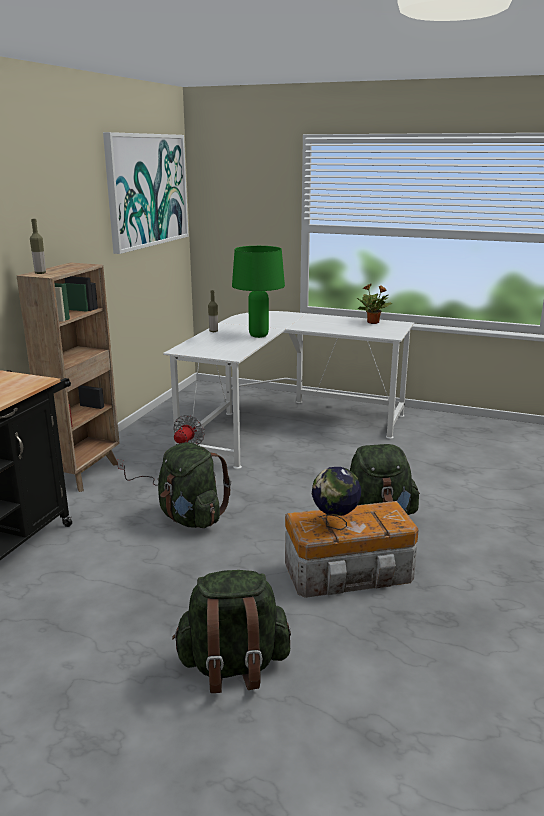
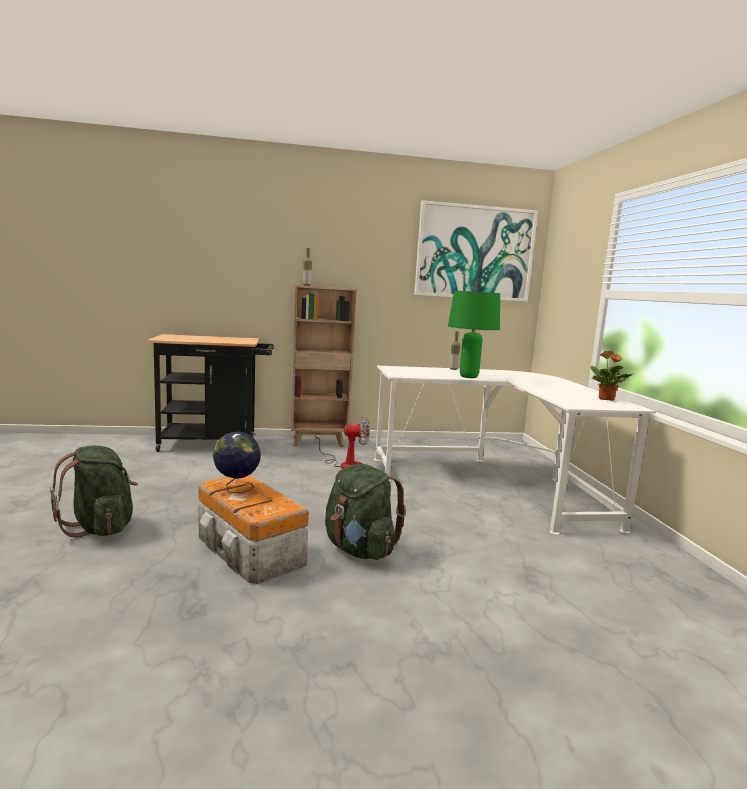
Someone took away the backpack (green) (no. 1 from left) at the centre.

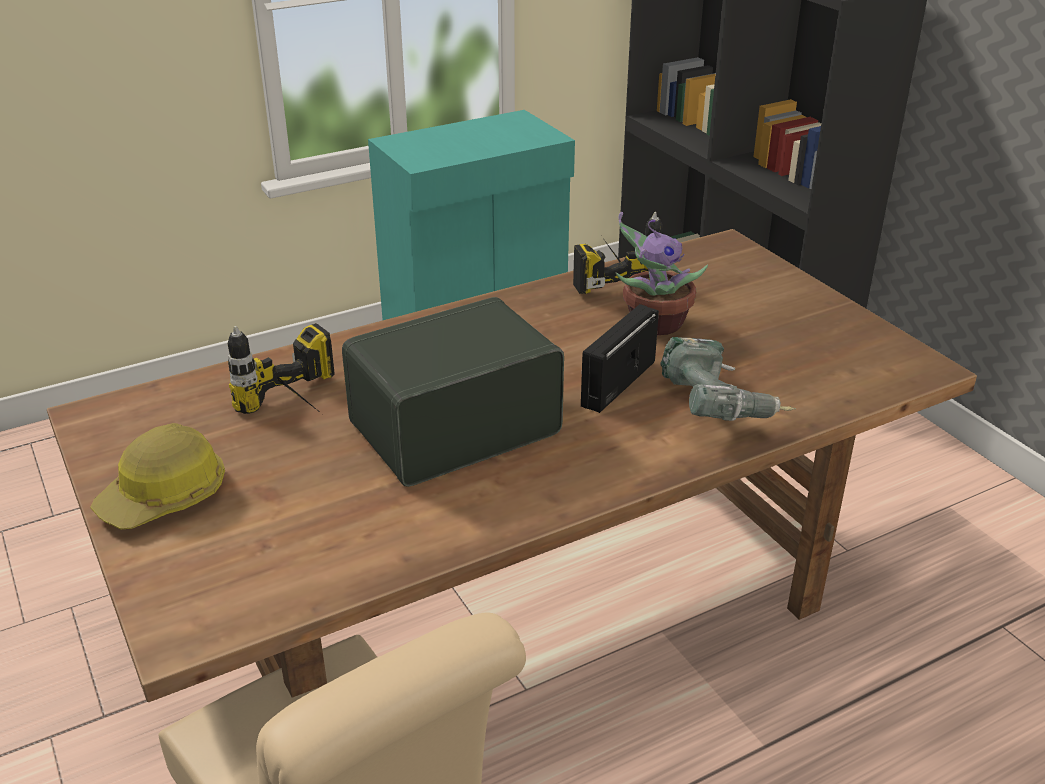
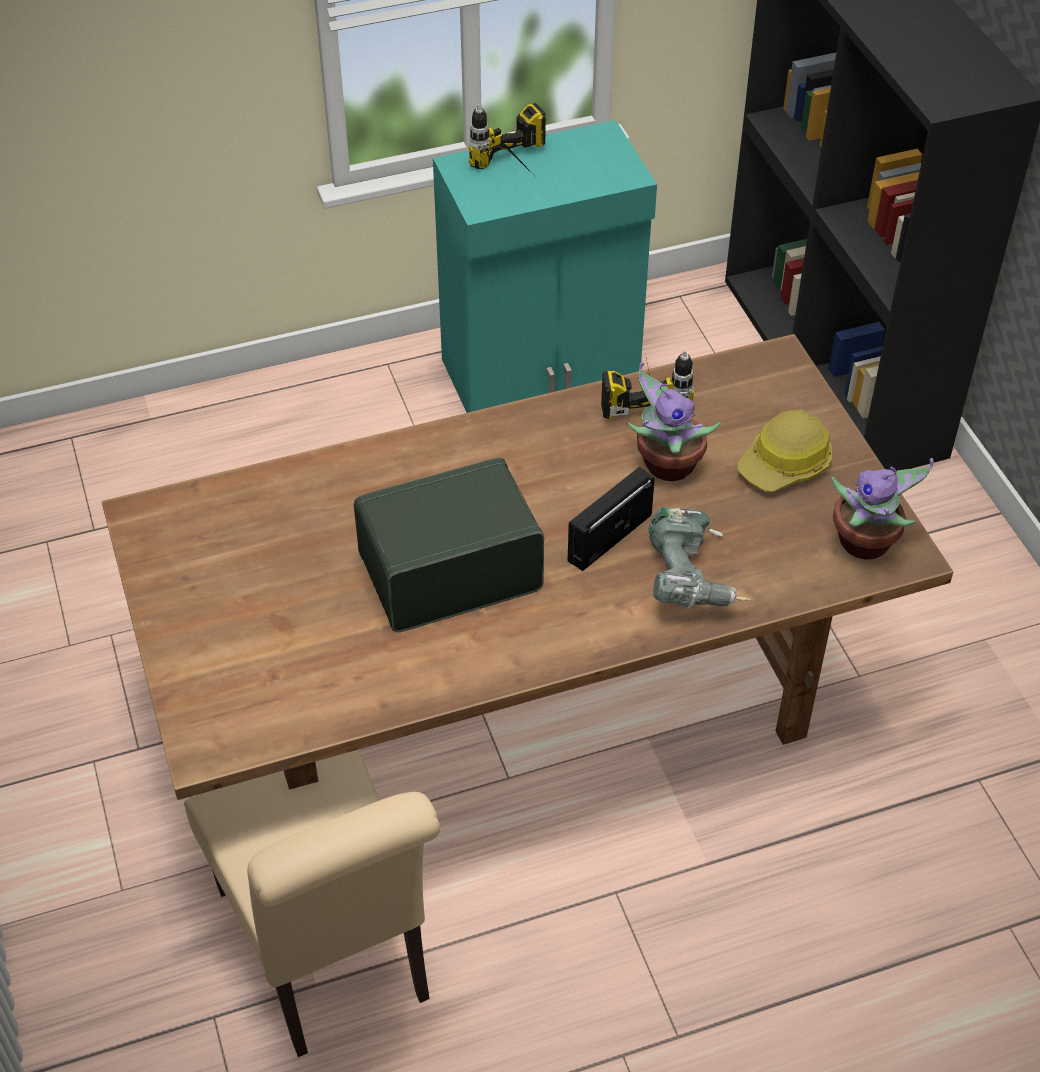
Someone carried the power drill (no. 1 from left) from the middle left to the top centre.
Someone carried the hard hat from the middle left to the middle right.
Someone put down the potted plant (no. 2 from left) at the middle right.

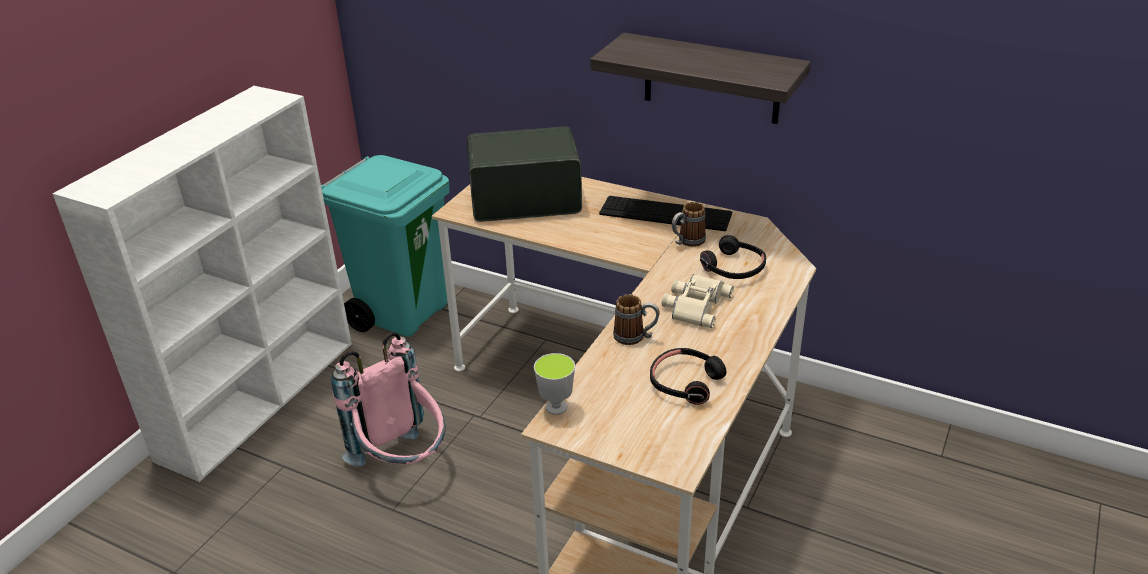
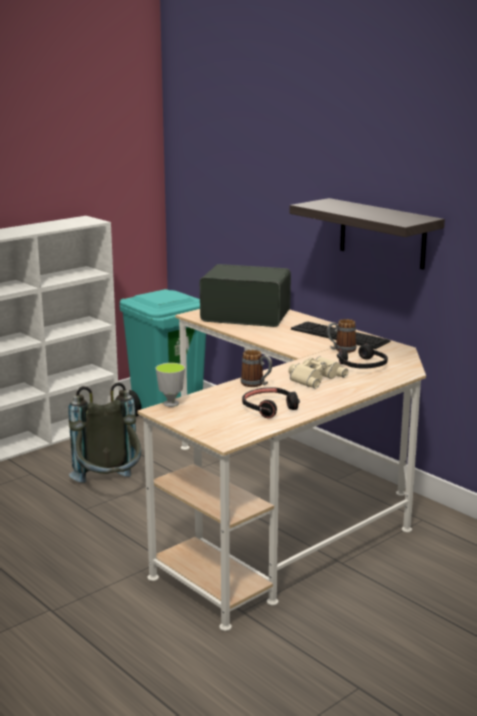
Someone repainted the backpack (pink) at the bottom centre, which became the backpack (grey) at the middle left.

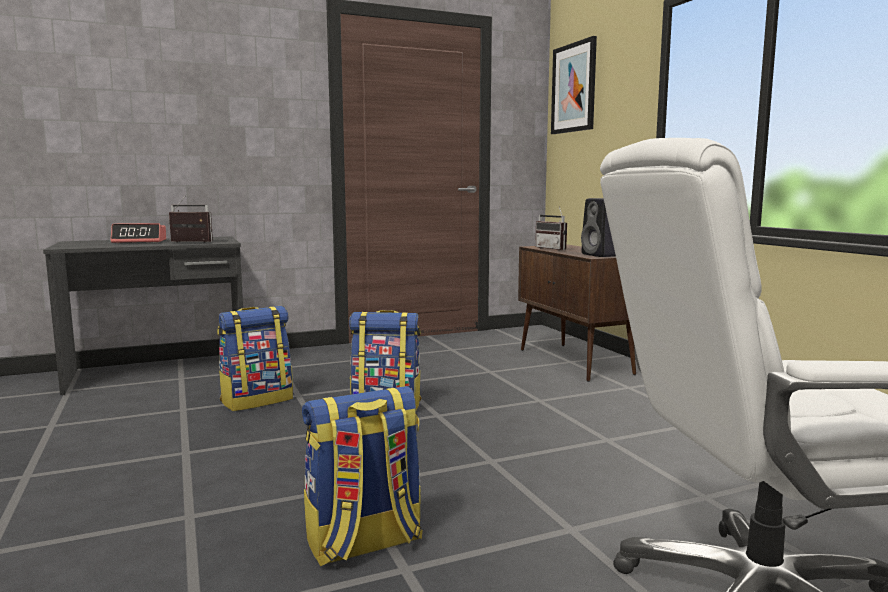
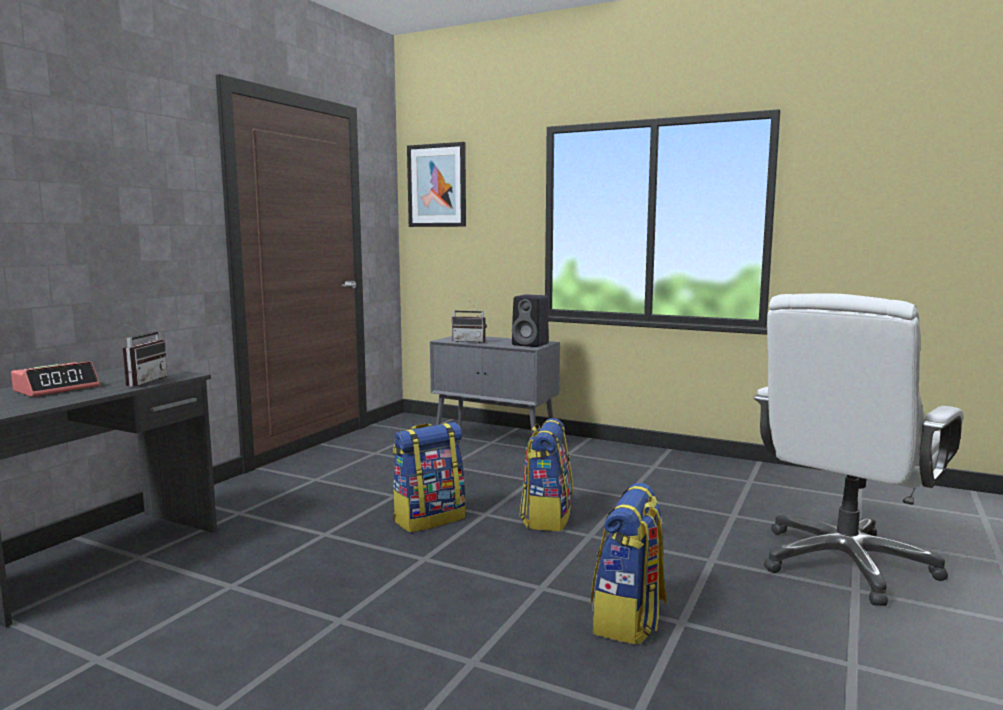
Someone rotated the radio (no. 1 from left) at the middle left by 135 degrees clockwise.
Someone repainted the cabinet (brown) at the centre, which became the cabinet (grey) at the centre.
Someone carried the backpack (no. 1 from left in the first image) from the middle left to the bottom centre.

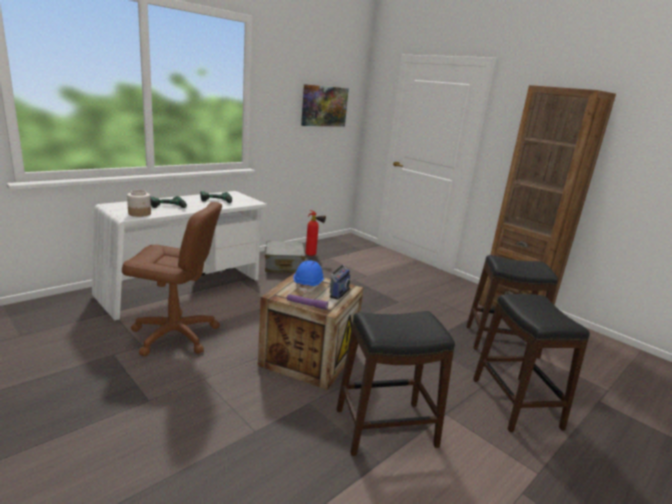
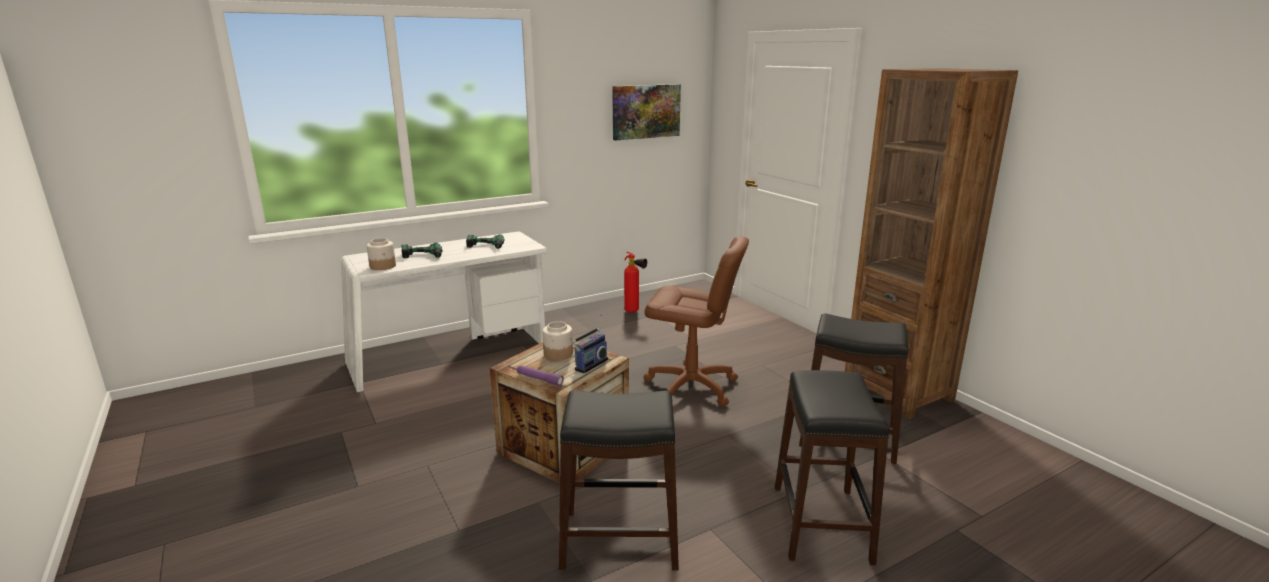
Someone swapped the hard hat (blue) at the centre for the jar (no. 2 from left) at the centre.
Someone carried the office chair (brown) from the middle left to the centre.
Someone took away the suitcase (grey) at the centre.

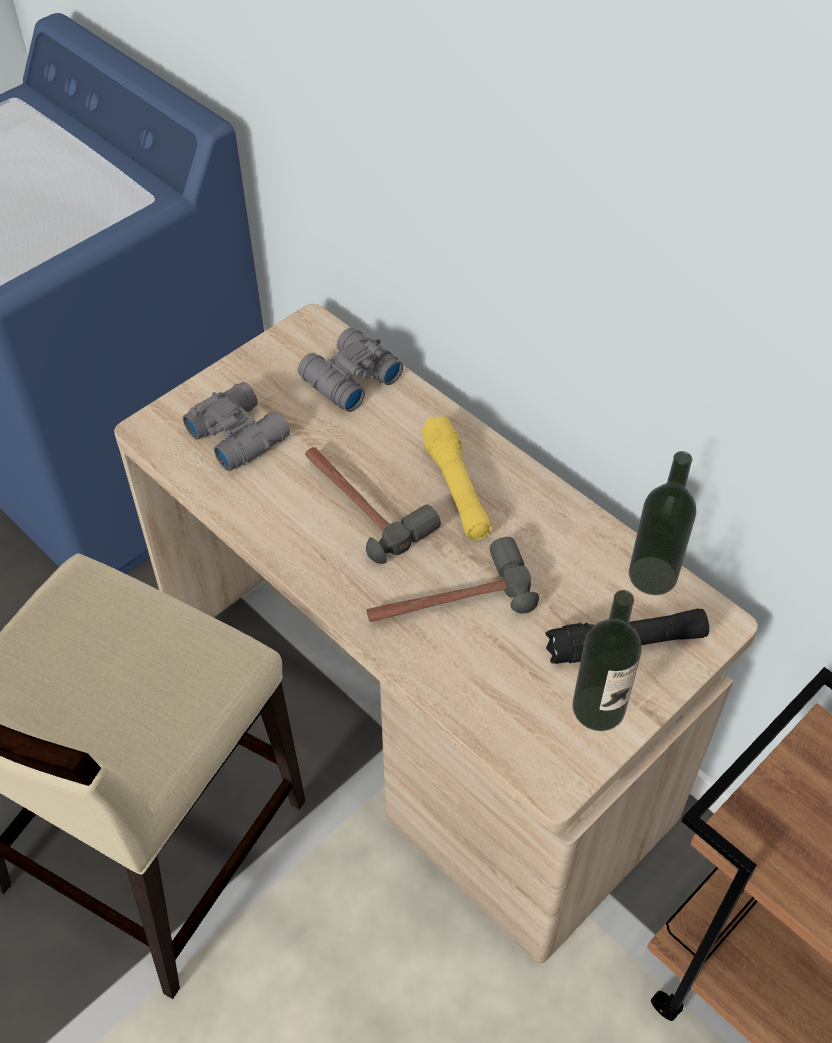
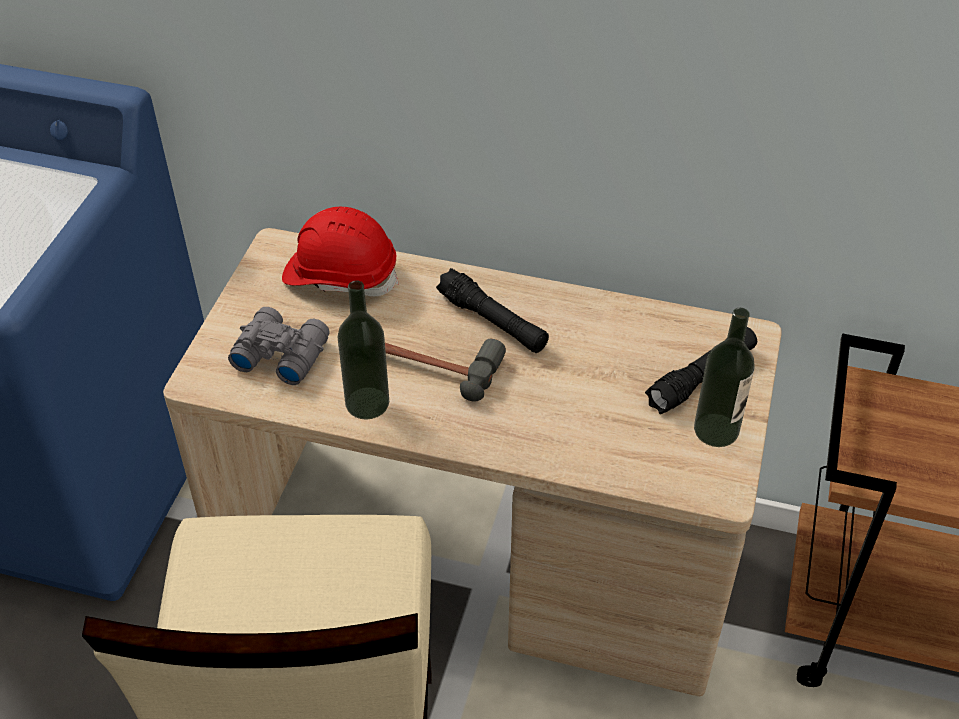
Someone swapped the binoculars (grey) (no. 2 from left) at the centre for the hard hat (red) at the centre.
Someone carried the bottle (no. 2 from left in the first image) from the middle right to the centre.
Someone repainted the flashlight (yellow) at the centre, which became the flashlight (black) (no. 1 from left) at the centre.
Someone took away the hammer (no. 2 from left) at the centre.

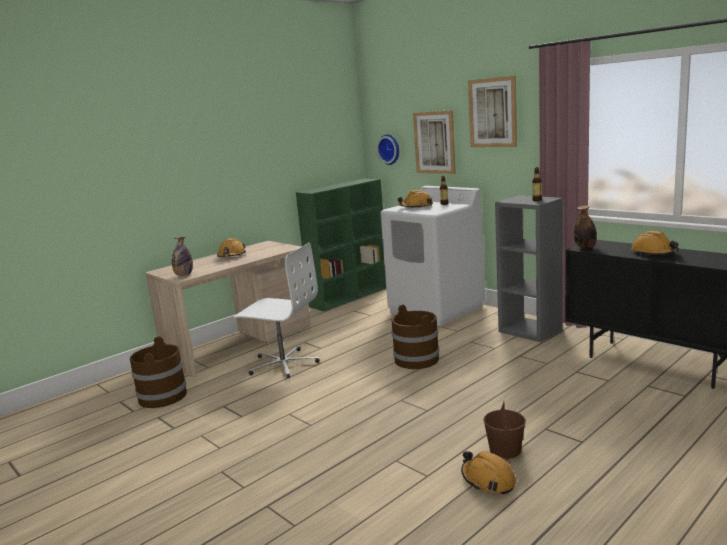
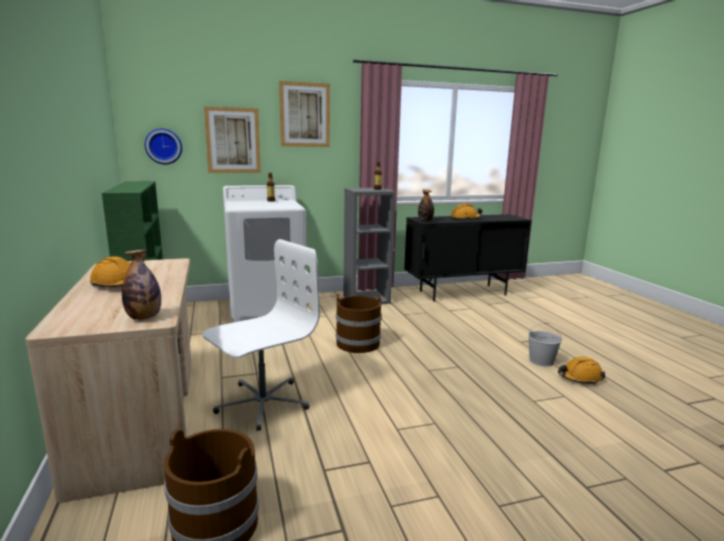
Someone repainted the bucket (brown) (no. 3 from left) at the bottom right, which became the bucket (white) at the middle right.
Someone took away the hard hat (orange) (no. 2 from left) at the centre.

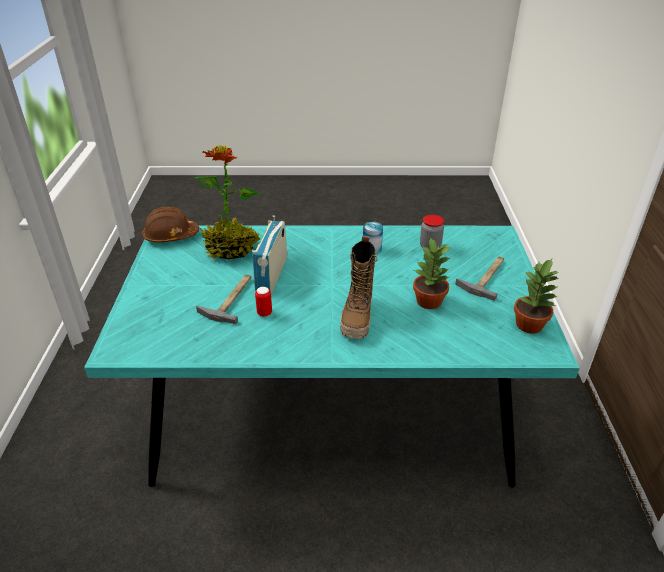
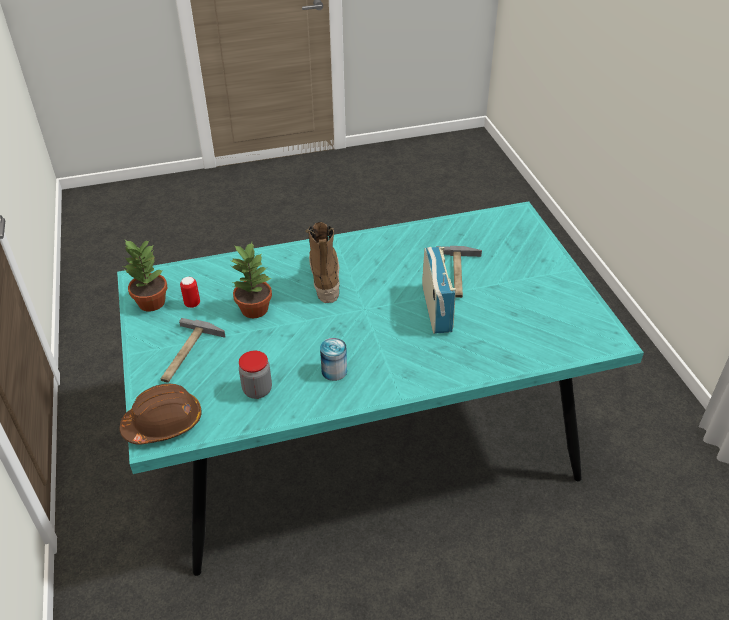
Someone carried the hard hat (brown) from the middle left to the bottom left.
Someone carried the can (no. 1 from left) from the centre to the middle left.
Someone took away the potted plant (no. 1 from left) at the centre.

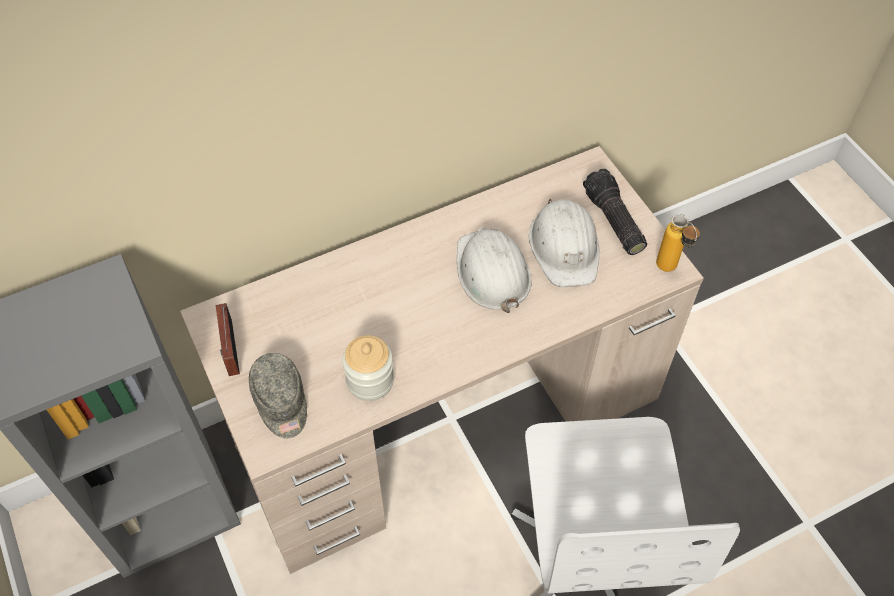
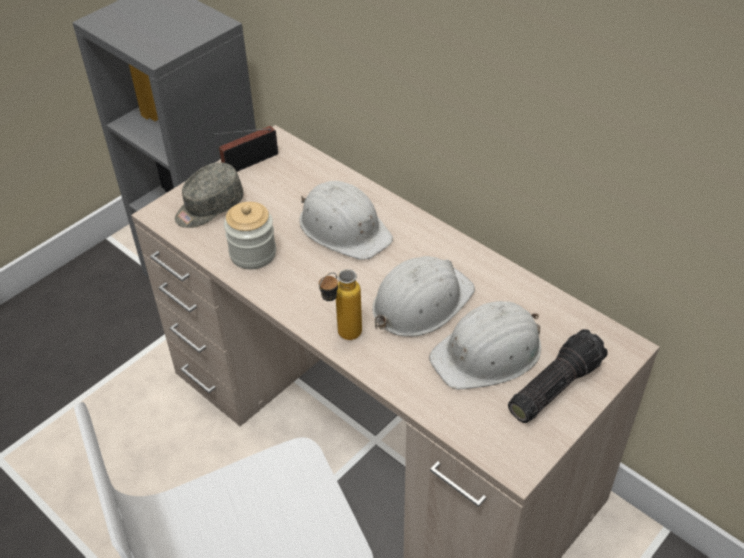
Someone put down the hard hat (white) (no. 1 from left) at the centre.
Someone carried the bottle from the middle right to the centre.

